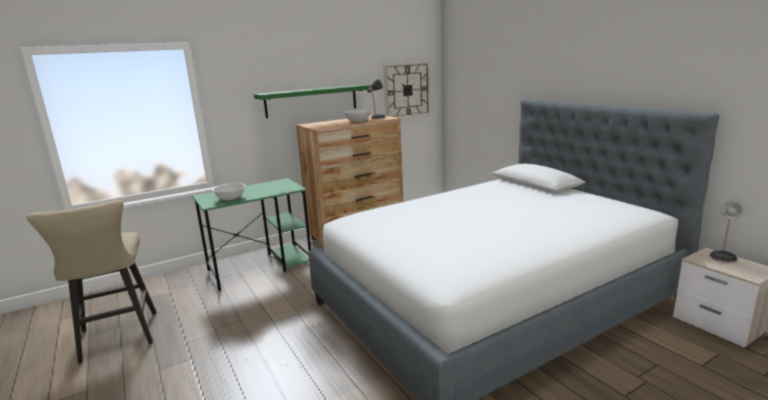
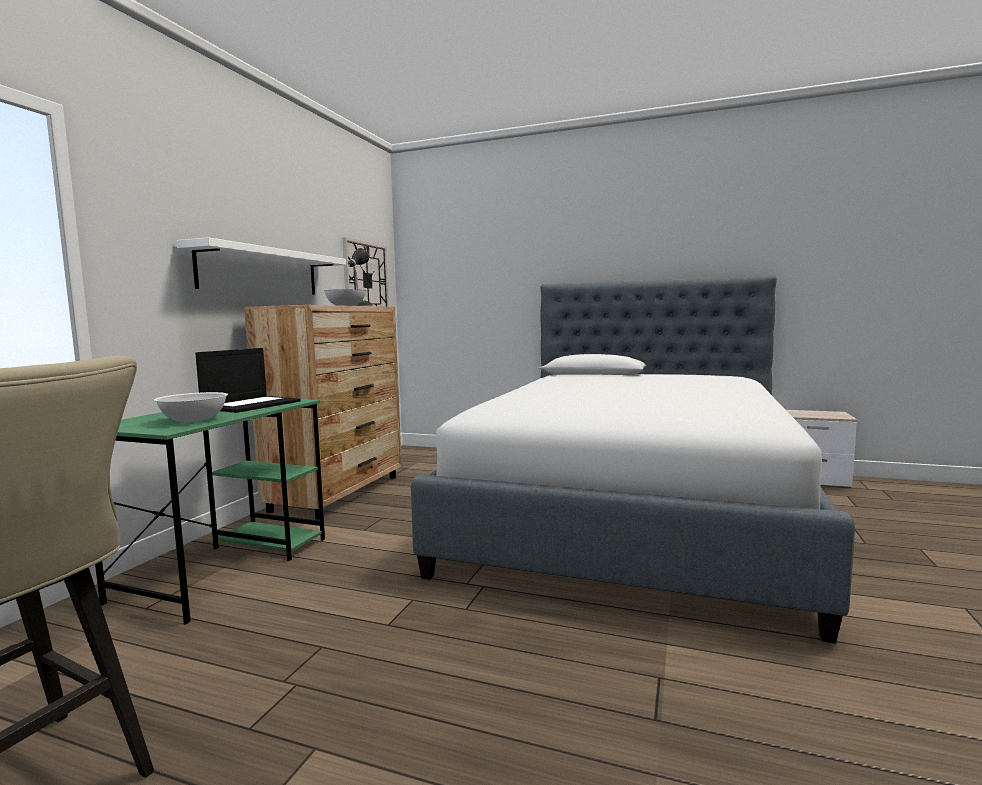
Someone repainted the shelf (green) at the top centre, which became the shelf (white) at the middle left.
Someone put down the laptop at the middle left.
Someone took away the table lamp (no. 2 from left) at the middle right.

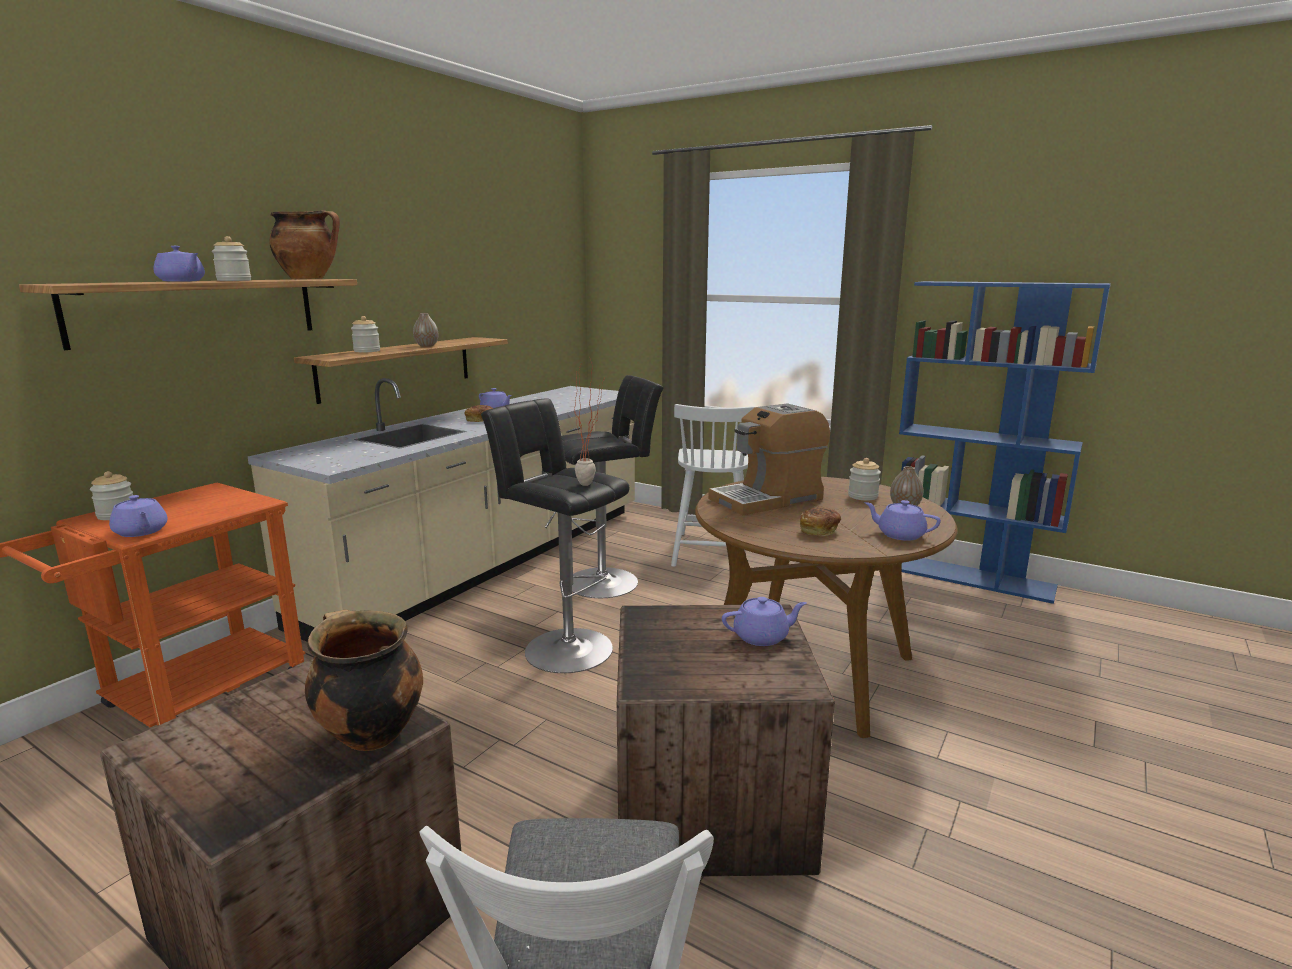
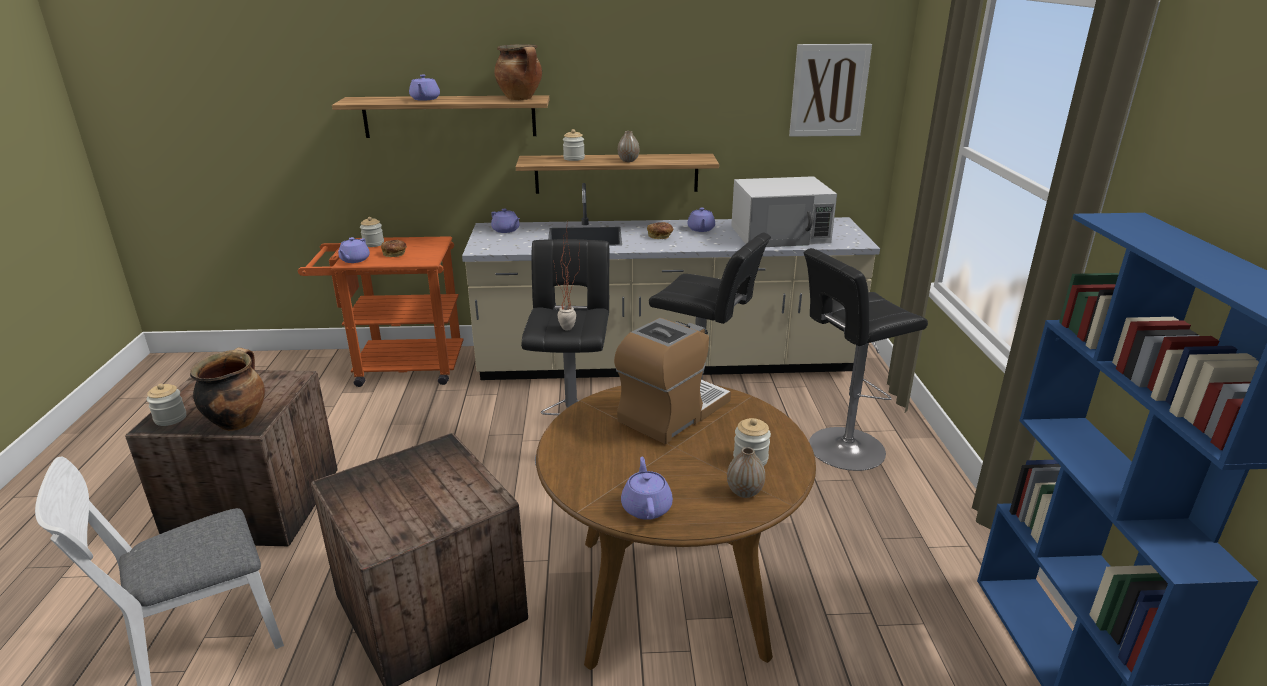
Someone carried the jar (no. 2 from left in the first image) from the top left to the middle left.
Someone carried the bread (no. 2 from left in the first image) from the centre to the middle left.
Someone carried the teapot (purple) (no. 4 from left in the first image) from the centre to the top centre.
Someone rotated the coffee machine at the centre by 105 degrees clockwise.
Someone put down the microwave (white) at the top centre.
Someone put up the picture at the top centre.
Someone swapped the chair (white) (no. 2 from left) at the centre for the stool (black) (no. 3 from left) at the middle right.

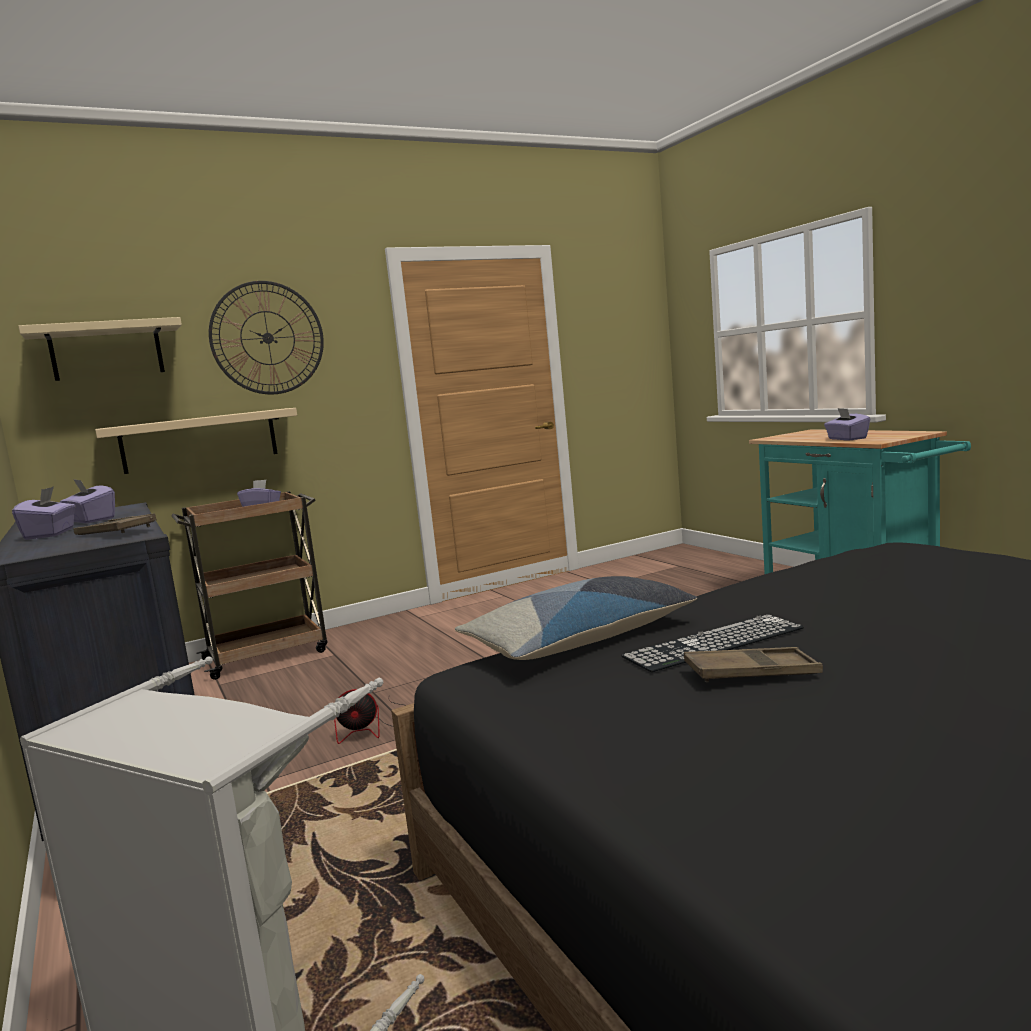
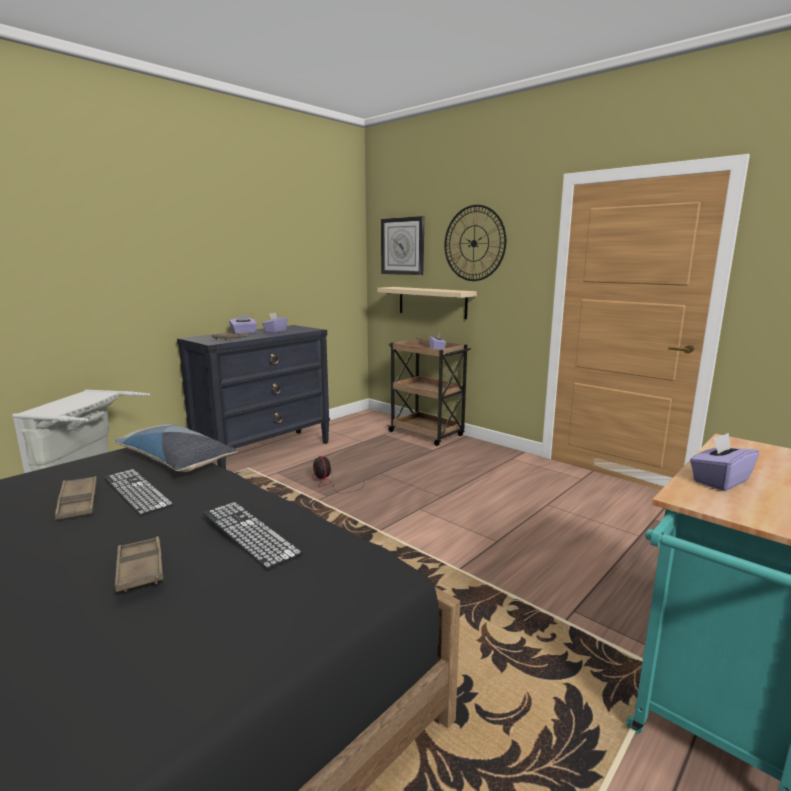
Someone put down the tray (brown) (no. 2 from left) at the bottom left.
Someone put down the keyboard (no. 2 from left) at the bottom left.
Someone swapped the shelf (beige) (no. 1 from left) at the middle left for the wall clock (no. 1 from left) at the top centre.

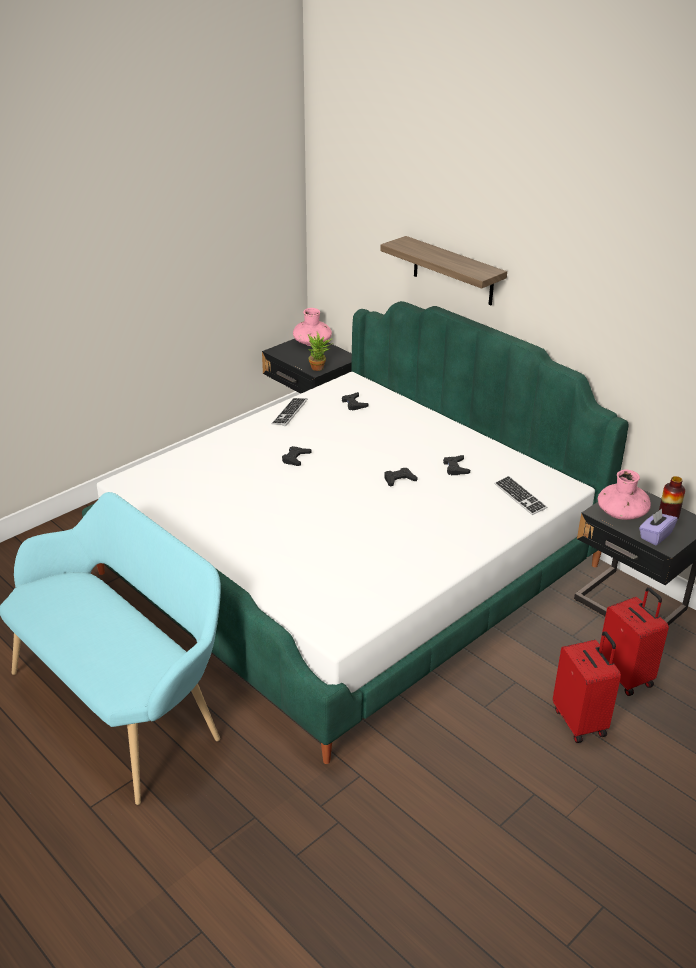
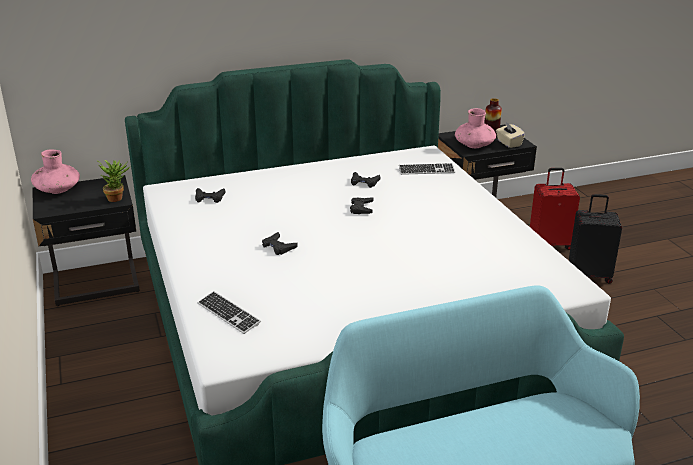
Someone carried the keyboard (no. 1 from left) from the centre to the bottom left.
Someone repainted the tissue box (purple) at the middle right, which became the tissue box (beige) at the top right.
Someone repainted the suitcase (red) (no. 1 from left) at the bottom right, which became the suitcase (black) at the middle right.
Someone took away the shelf at the top centre.

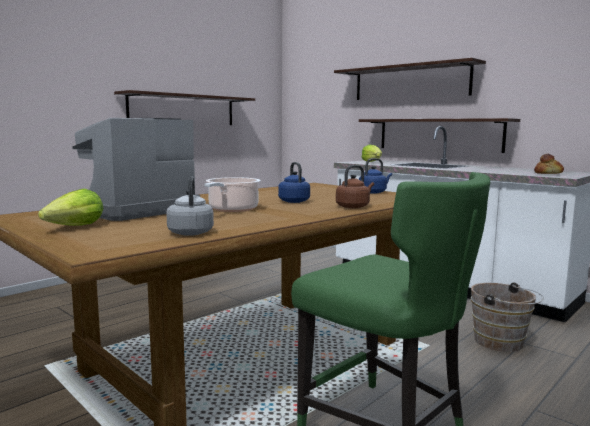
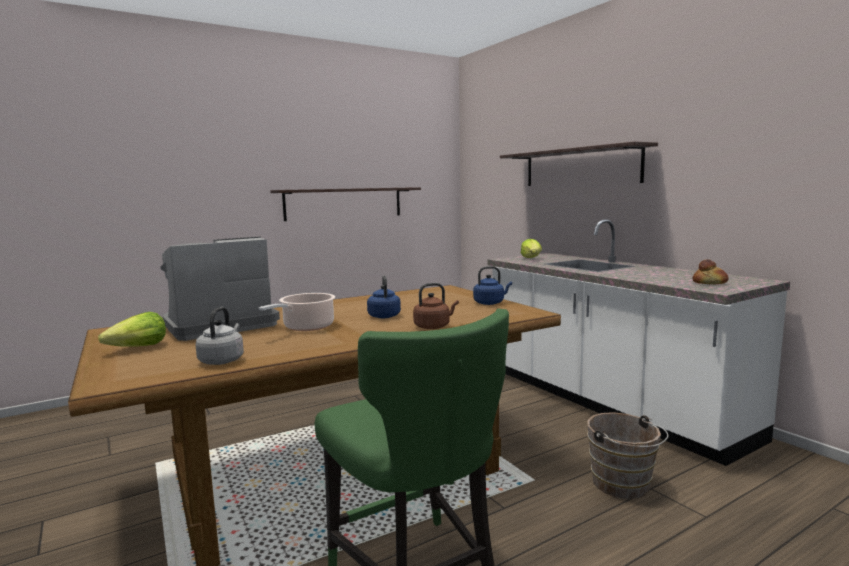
Someone took away the shelf (no. 3 from left) at the top right.

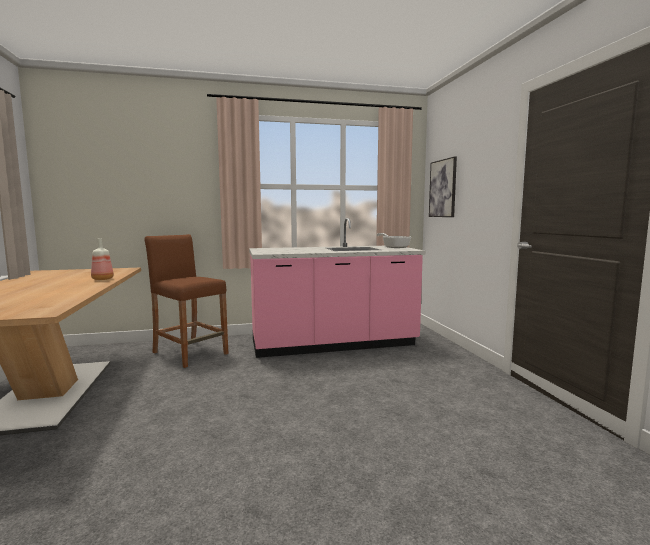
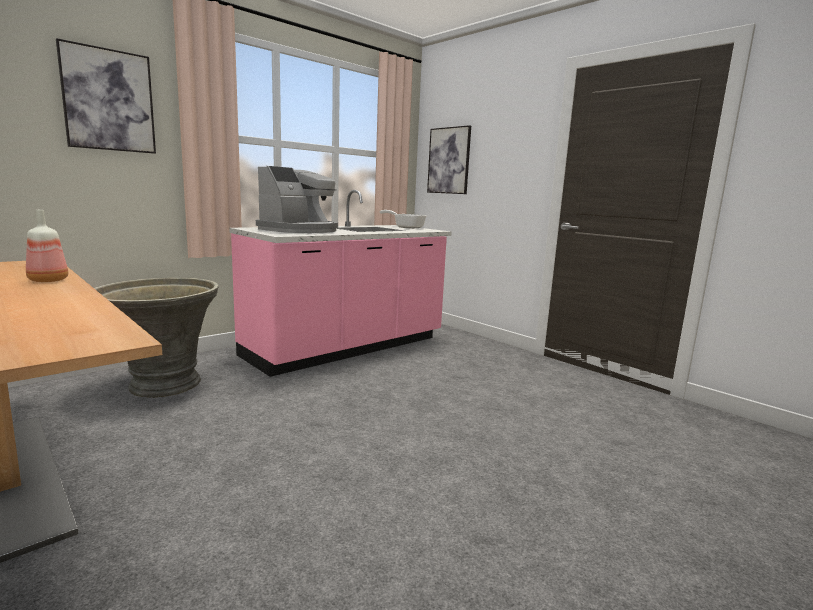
Someone put up the picture (no. 1 from left) at the top left.
Someone swapped the stool (brown) at the middle left for the planter (grey) at the middle left.
Someone put down the coffee machine at the top centre.

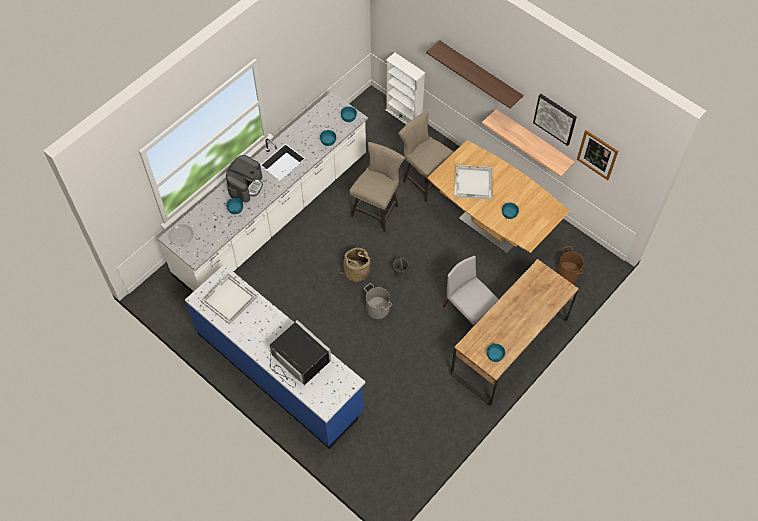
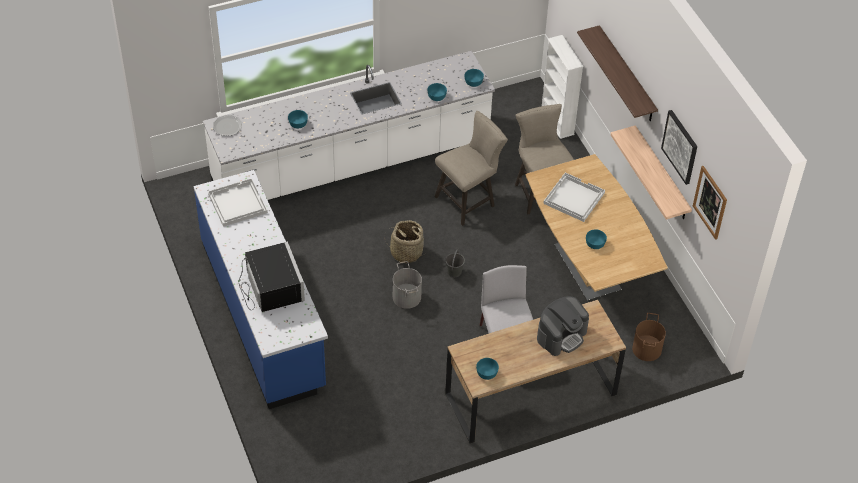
Someone carried the coffee machine from the middle left to the bottom centre.

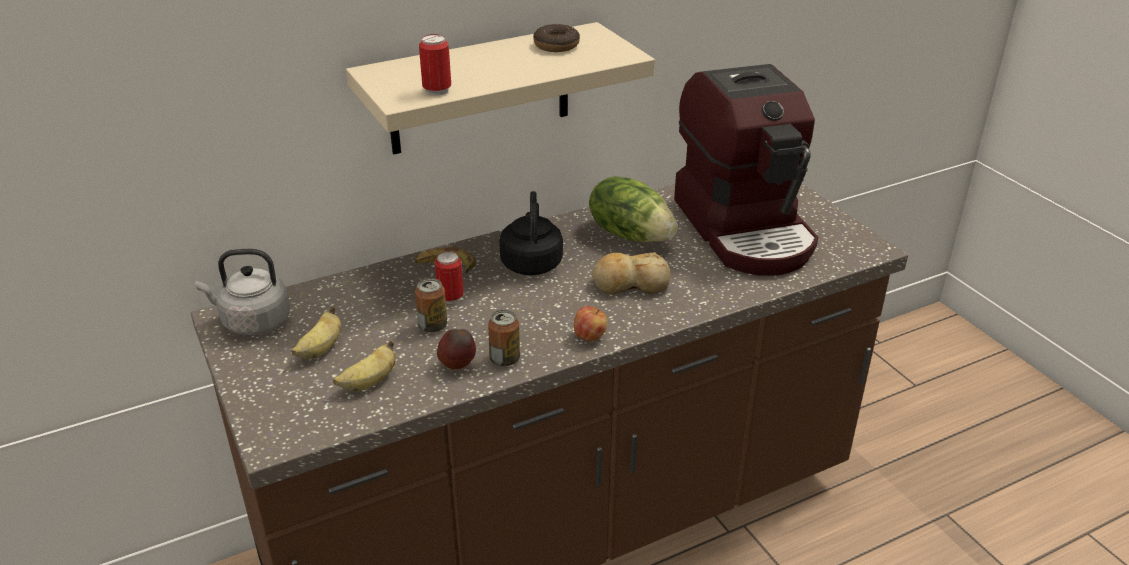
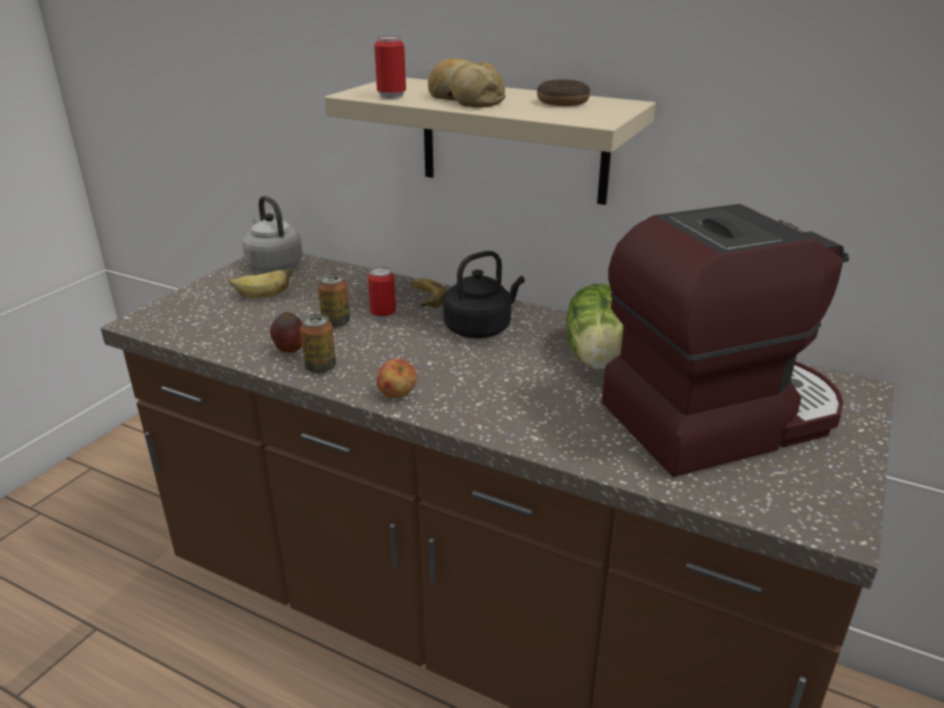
Someone carried the bread from the centre to the top centre.
Someone rotated the coffee machine at the top centre by 150 degrees counterclockwise.
Someone took away the banana (no. 2 from left) at the middle left.

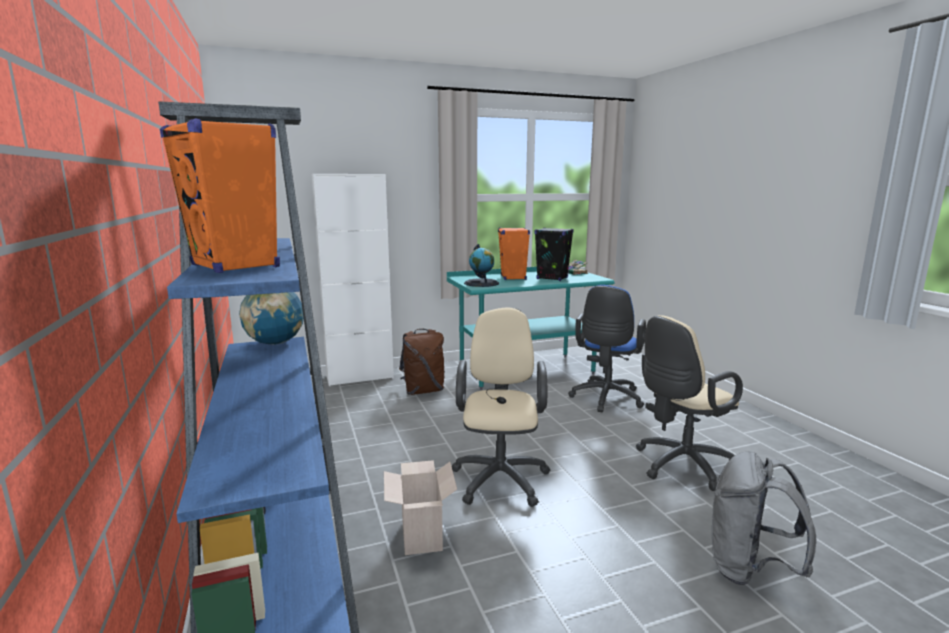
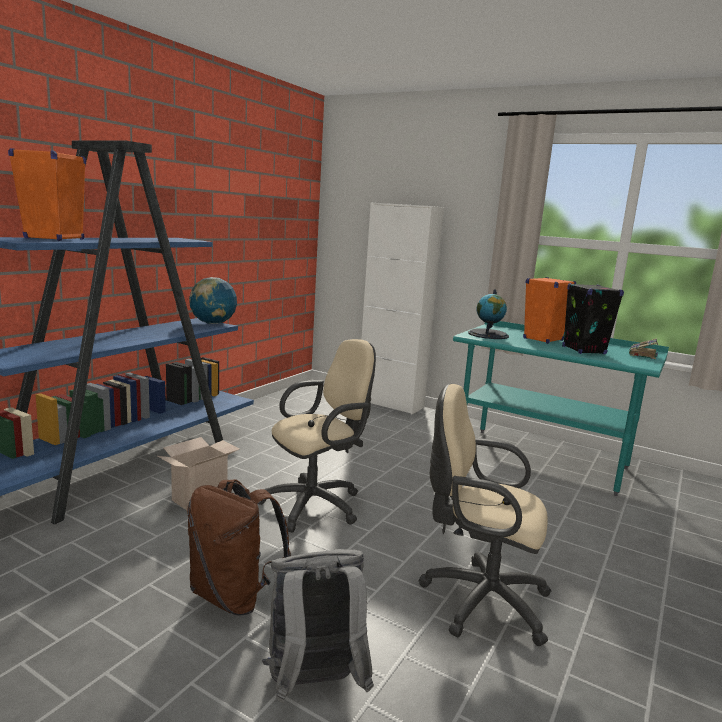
Someone carried the backpack (brown) from the centre to the bottom left.
Someone took away the office chair (blue) at the centre.

